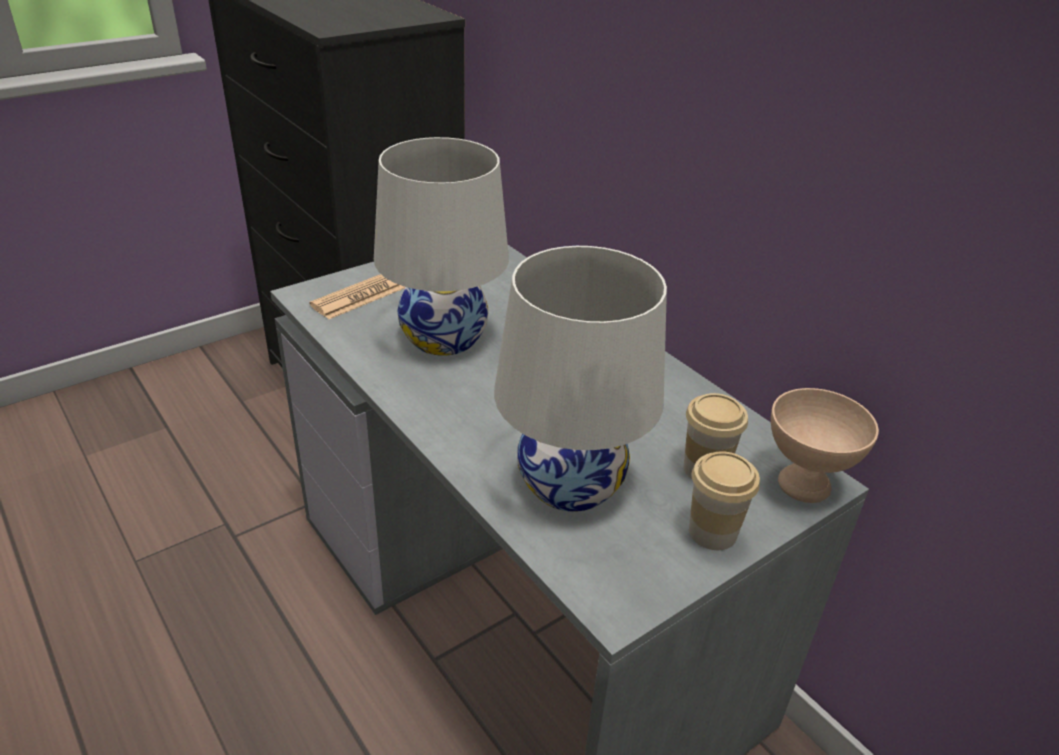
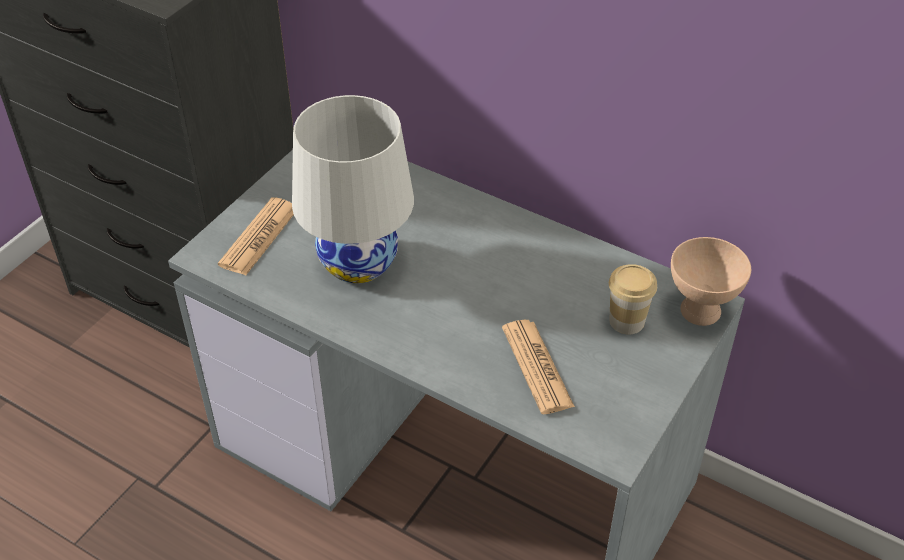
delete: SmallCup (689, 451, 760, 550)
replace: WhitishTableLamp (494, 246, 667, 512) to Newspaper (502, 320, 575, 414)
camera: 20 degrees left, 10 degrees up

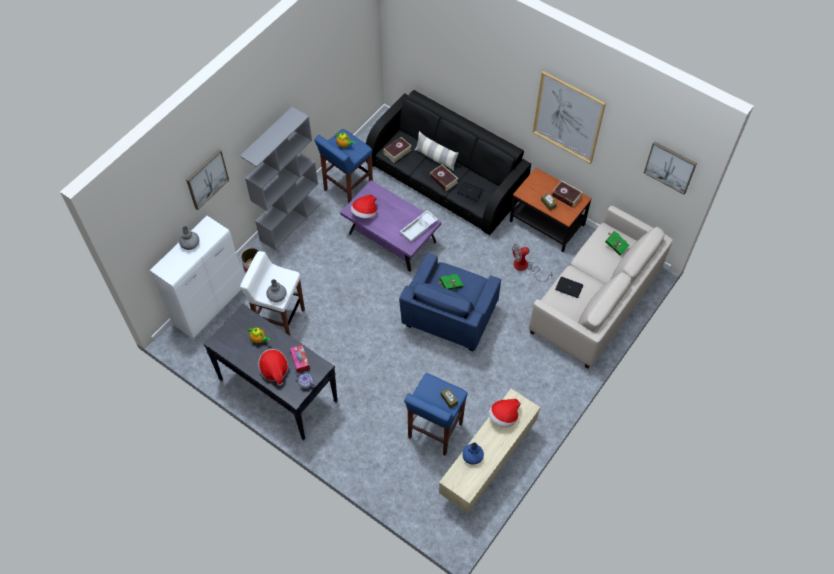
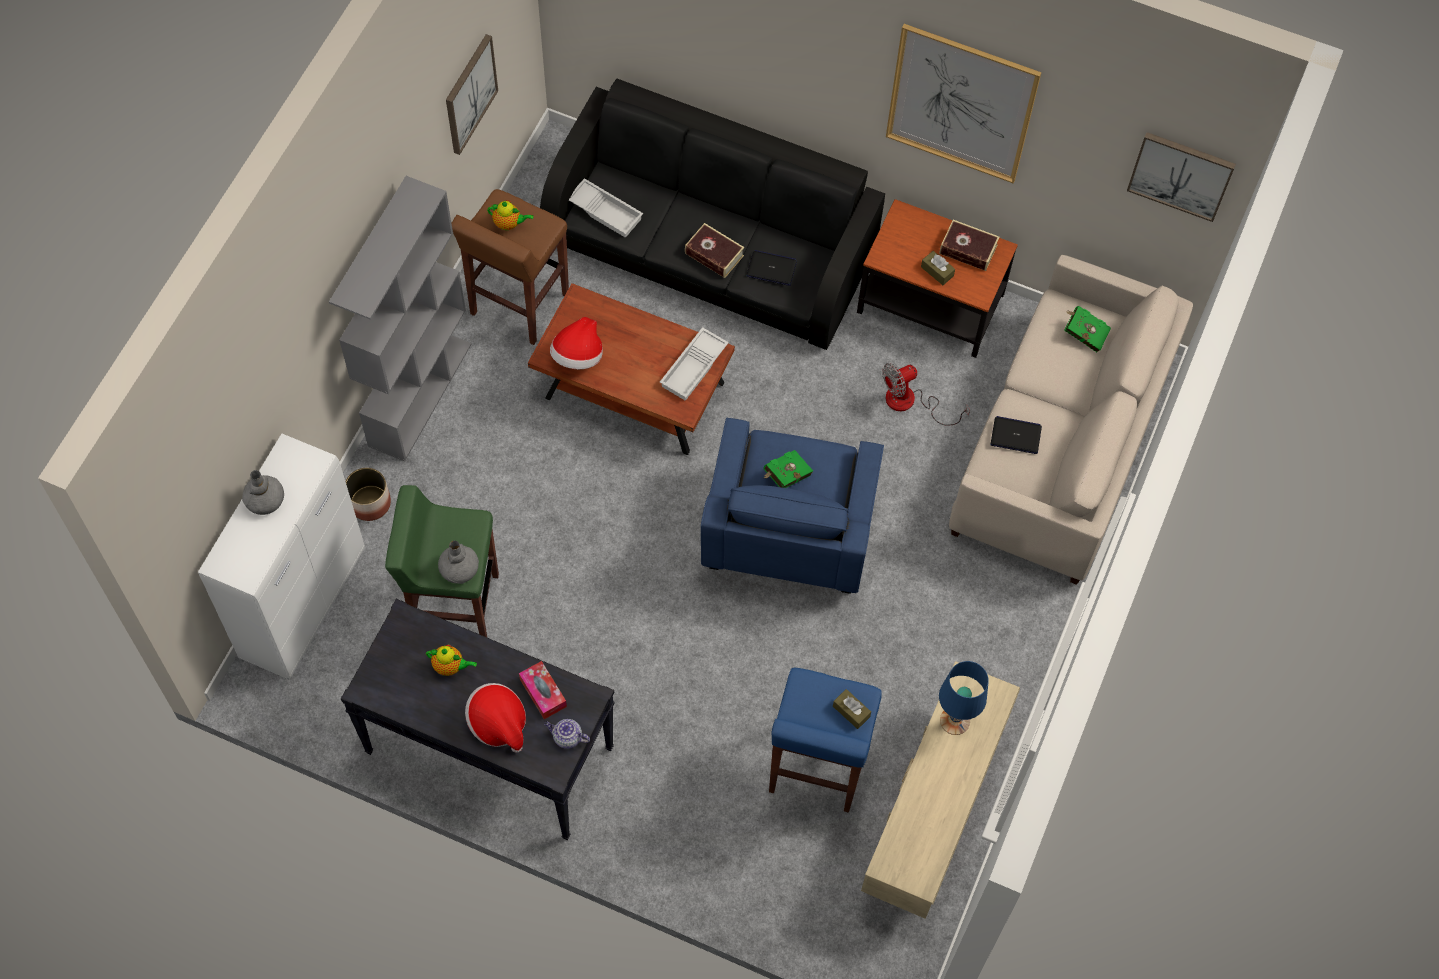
delete: Cushion (415, 131, 459, 171); BluishVase (462, 442, 484, 465)
move: WallPicture (186, 150, 229, 210) to (446, 34, 498, 155)
replace: BoundBook (383, 137, 412, 163) to WhitishTray (569, 178, 643, 238); WearableHat (489, 399, 521, 427) to BluishTableLamp (939, 661, 989, 735)
recolor: BluishStoolSeat (314, 129, 373, 203) to BrownishStoolSeat (452, 189, 569, 345); PurpleColouredCoffeeTable (340, 180, 441, 272) to BrownishCoffeeTable (528, 283, 735, 455); WhitishStoolSeat (240, 251, 305, 336) to GreenColouredStoolSeat (385, 485, 499, 637)
camera: 15 degrees left, 5 degrees up

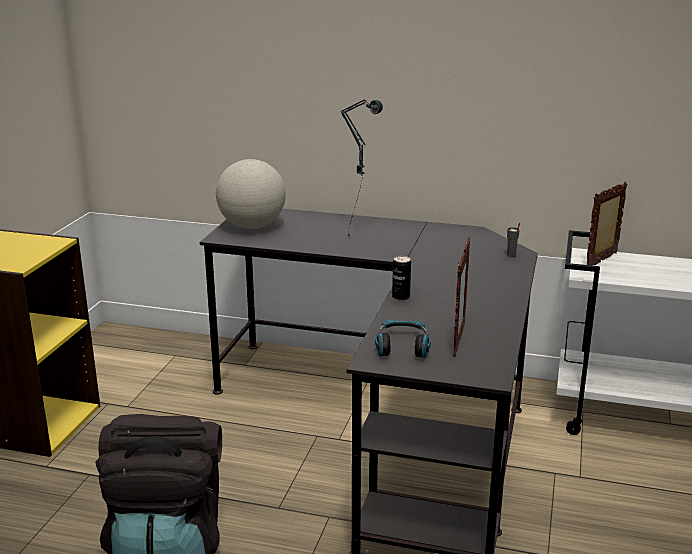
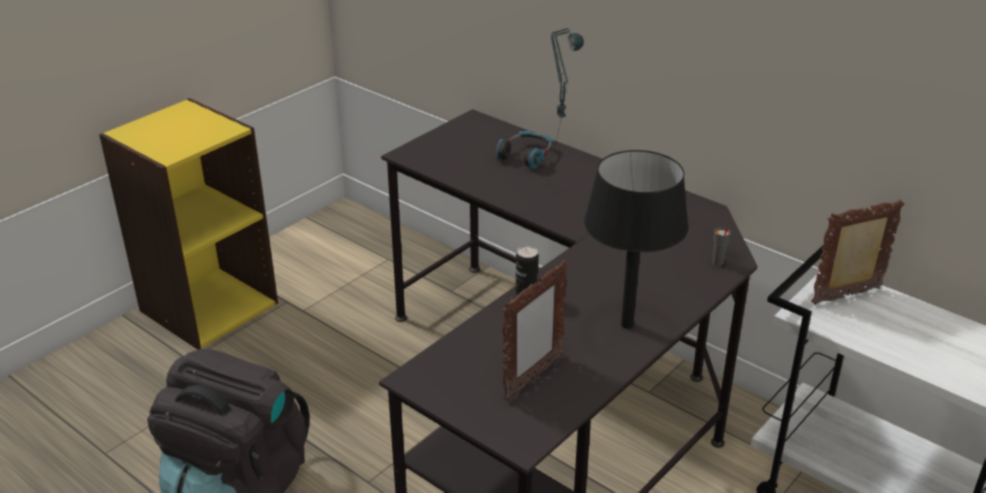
delete: Globe (216, 159, 286, 229)
insert: BlackTableLamp (584, 150, 689, 329)
move: PairOfHeadphones (375, 319, 431, 358) to (496, 131, 553, 169)
camera: 25 degrees right, 10 degrees up

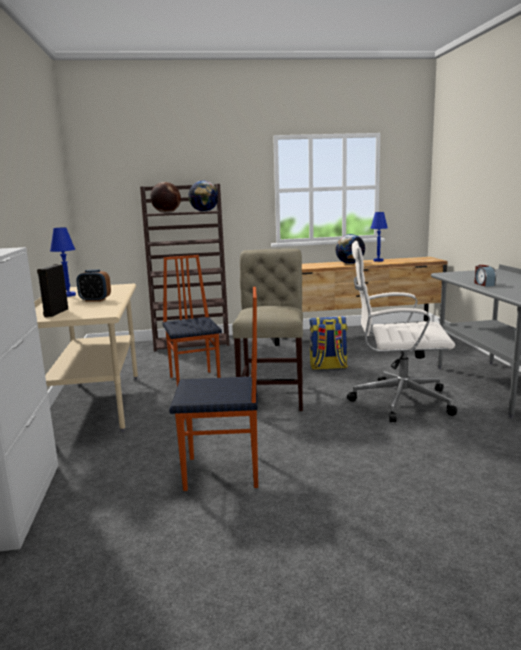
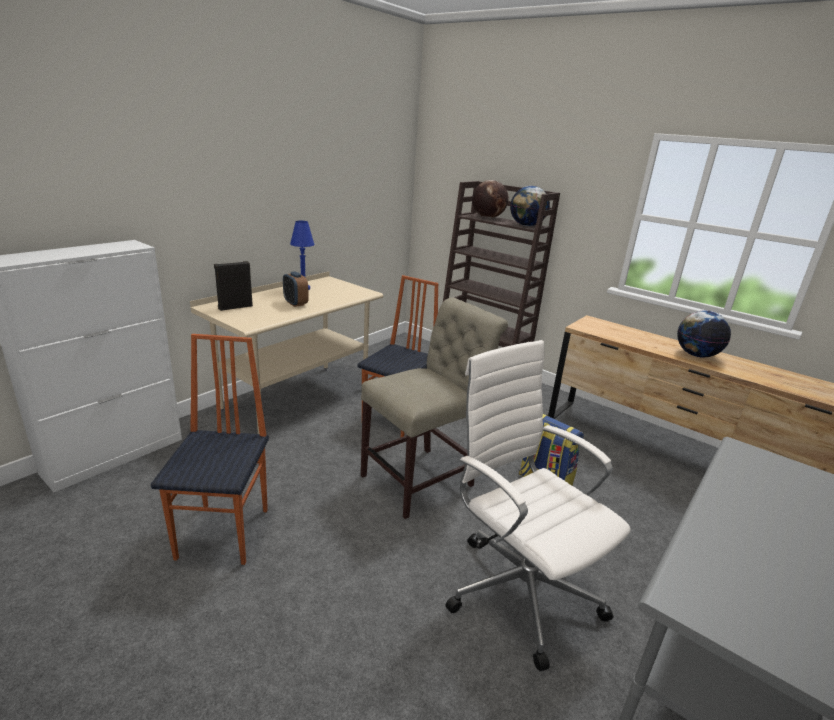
delete: BluishTableLamp (371, 212, 388, 262); AlarmClock (474, 265, 496, 287)
rotate: Chair (169, 287, 258, 491) = (151, 334, 269, 565) 135 degrees counterclockwise
camera: 45 degrees right, 10 degrees up

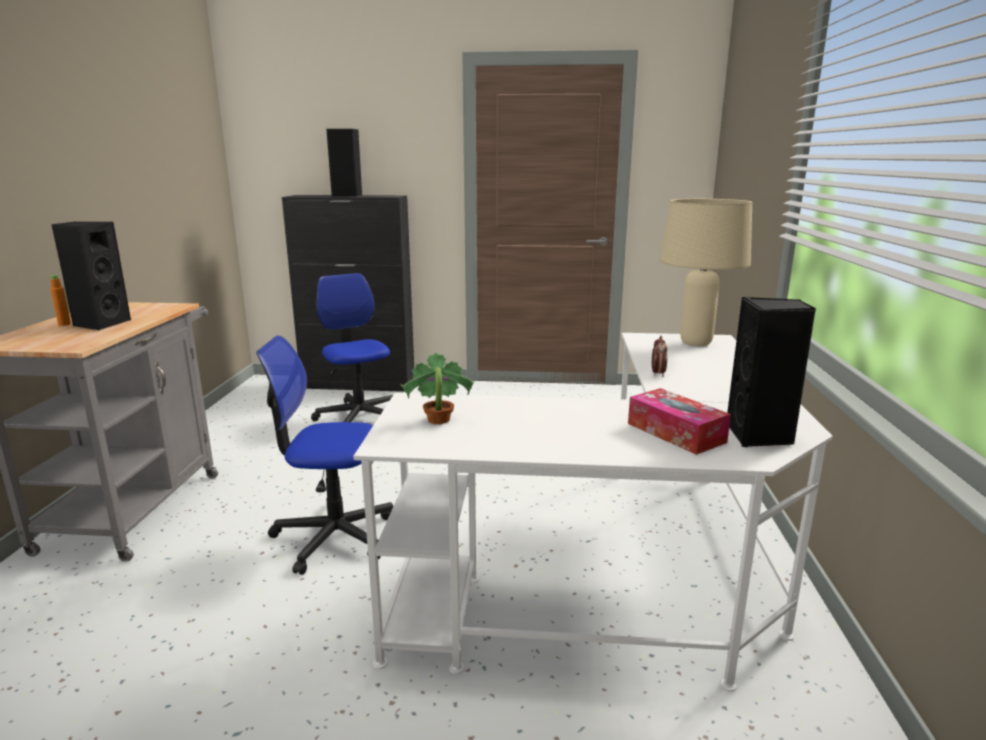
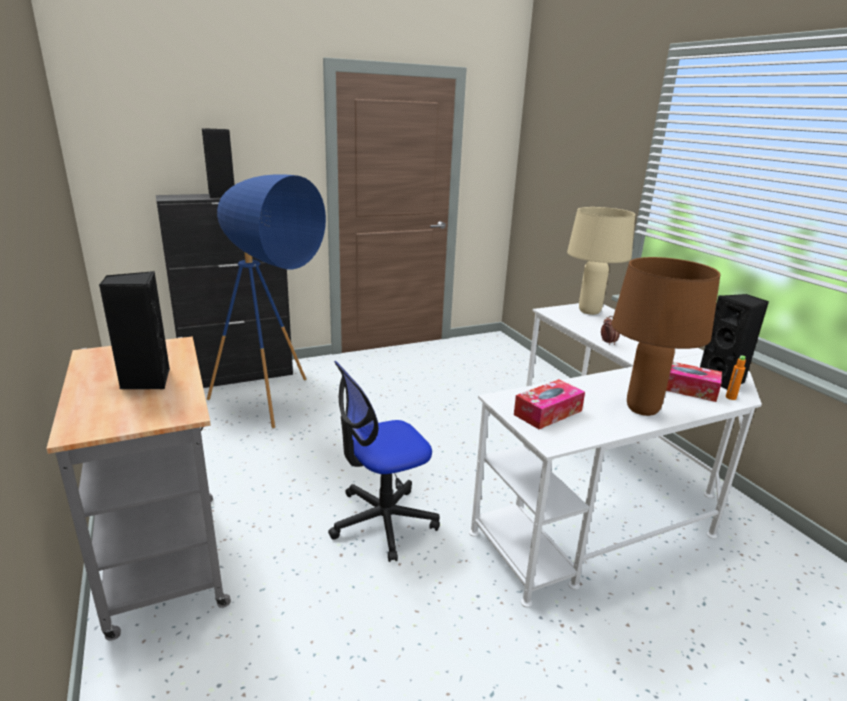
insert: BrownishTableLamp (611, 257, 720, 416)
move: OrangeBottle (49, 275, 71, 326) to (726, 355, 746, 400)
replace: ComputerChair (311, 273, 393, 422) to BluishFloorLamp (207, 174, 326, 429); PottedPlant (400, 353, 475, 424) to TissueBox (514, 379, 585, 429)
camera: 30 degrees left, 5 degrees up

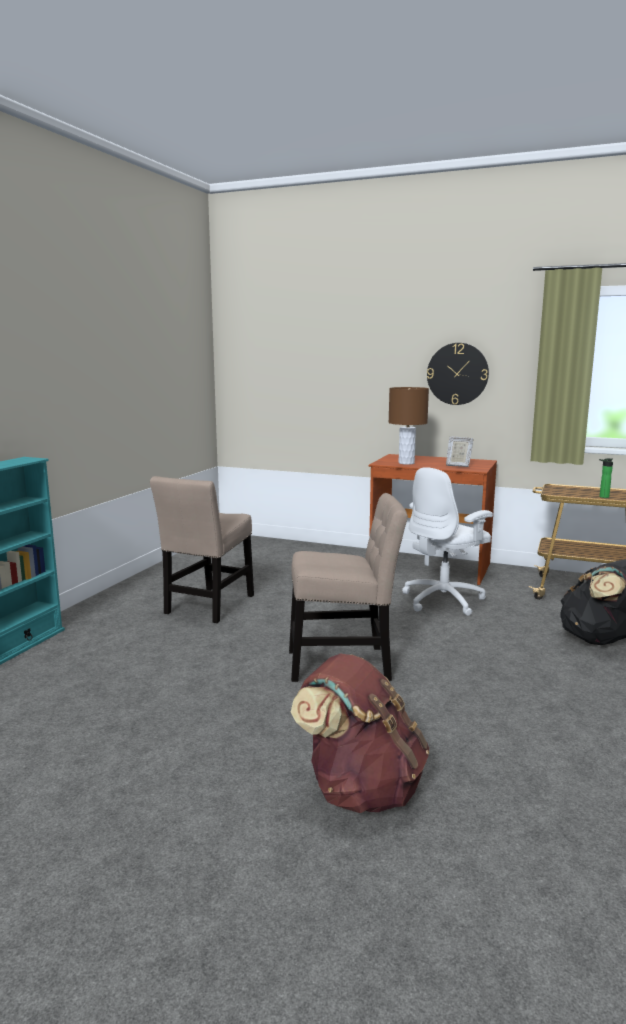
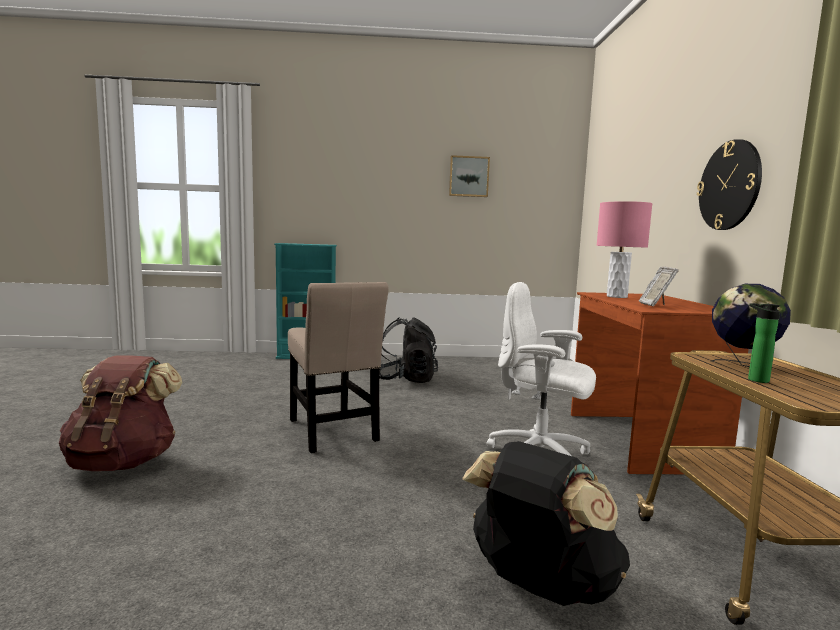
insert: WallPicture (449, 155, 490, 197); Globe (711, 284, 791, 367)
replace: BeigeColouredChair (150, 476, 254, 623) to BlackBackpack (379, 318, 438, 383)
recolor: BrownishTableLamp (388, 387, 429, 465) to PinkColouredTableLamp (596, 201, 652, 298)
camera: 65 degrees right, 5 degrees down

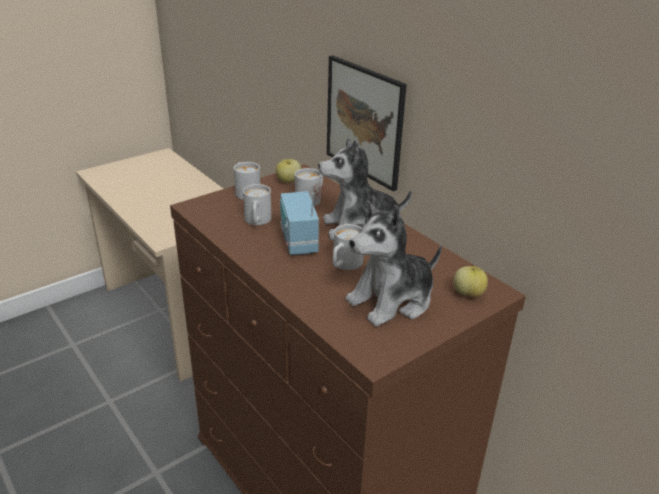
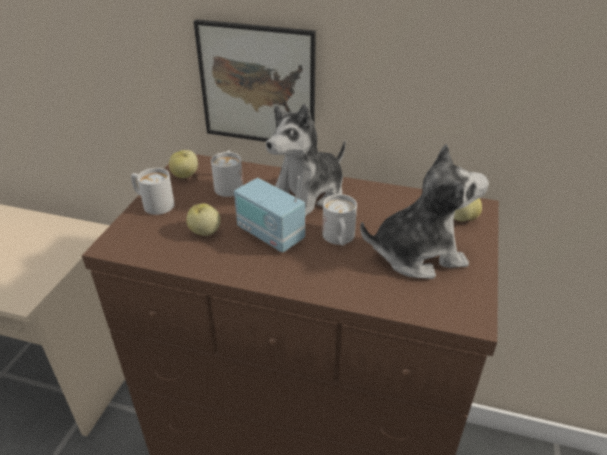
replace: WhitishTeaMug (243, 184, 271, 225) to AppleFruit (186, 203, 221, 236)
rotate: PlushToy (345, 201, 442, 327) = (360, 144, 489, 279) 120 degrees counterclockwise
camera: 35 degrees left, 5 degrees up

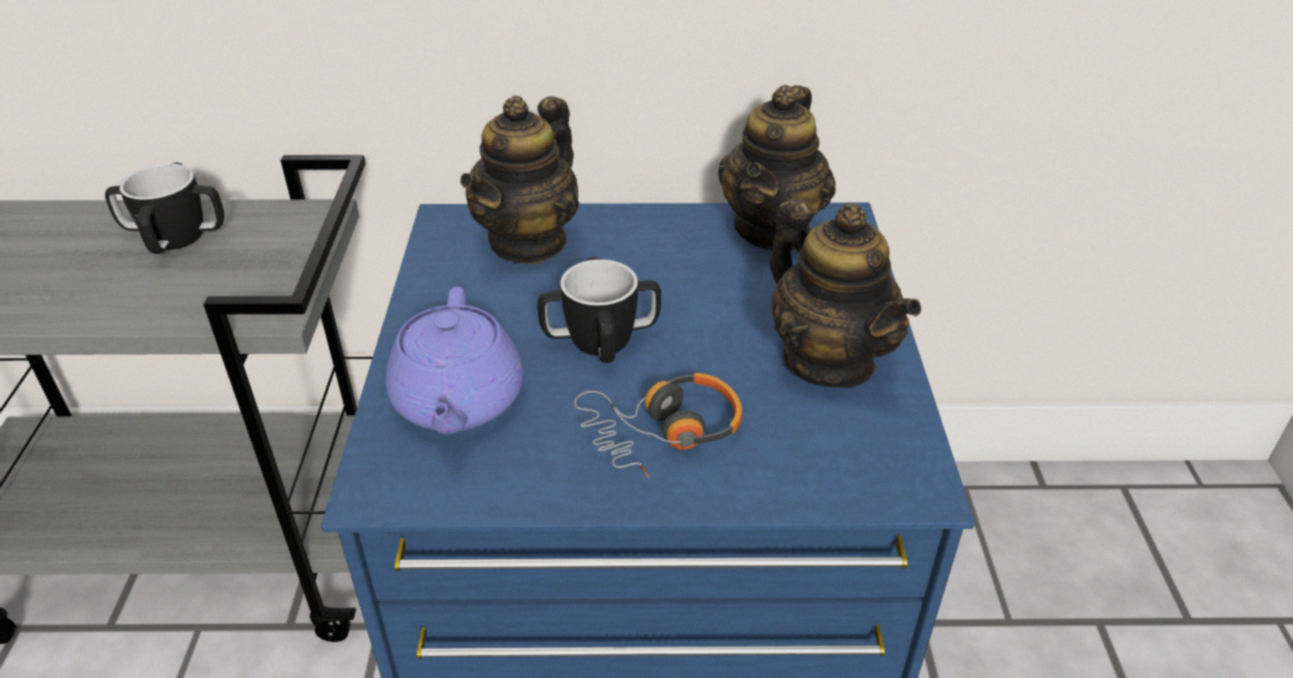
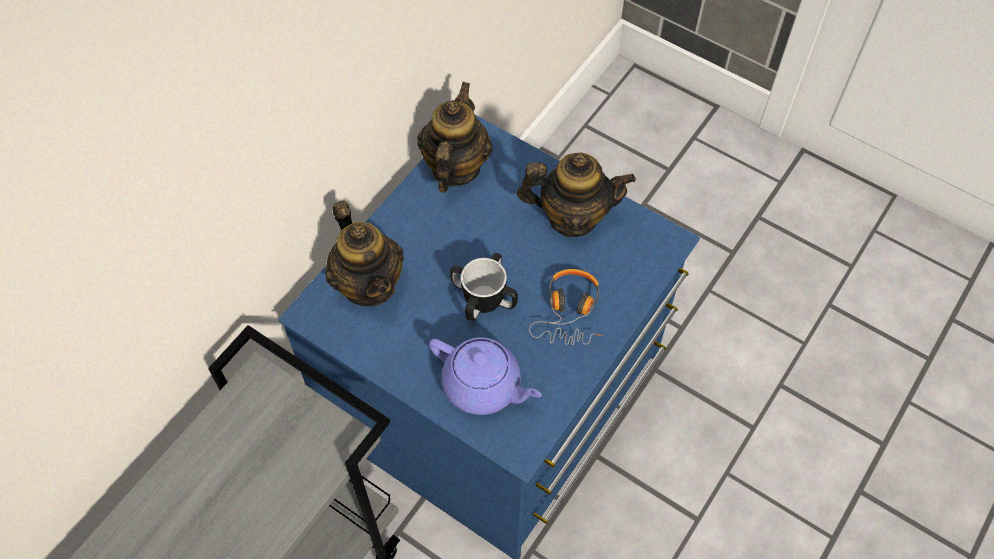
delete: TeaMug (105, 163, 224, 254)
rotate: Teapot (718, 85, 836, 251) = (417, 82, 492, 193) 135 degrees counterclockwise
camera: 55 degrees left, 20 degrees up

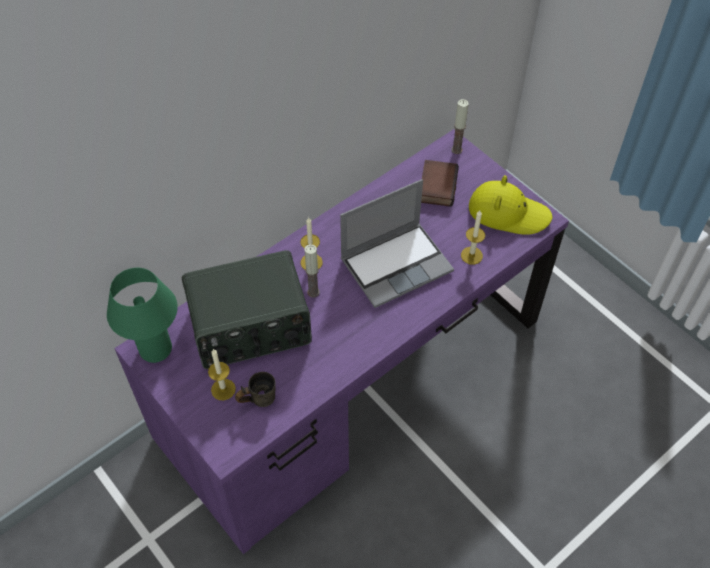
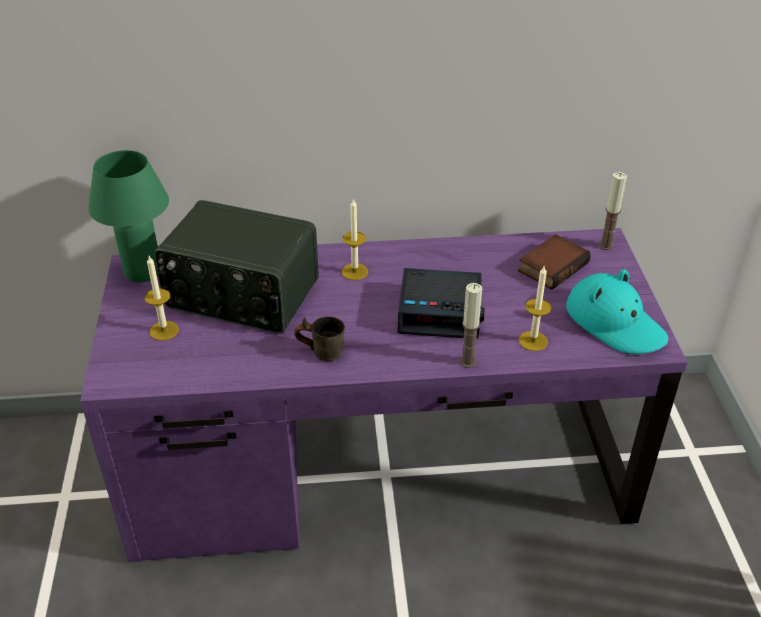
move: WaxLight (304, 244, 320, 298) to (460, 283, 482, 368); GreyTeaMug (235, 372, 276, 407) to (294, 317, 345, 361)
replace: PortableComputer (340, 179, 454, 308) to AlarmClock (398, 268, 485, 339)
recolor: YellowishWearableHat (469, 175, 552, 235) to BlueGreenWearableHat (566, 269, 668, 354)
camera: 35 degrees right, 15 degrees down

